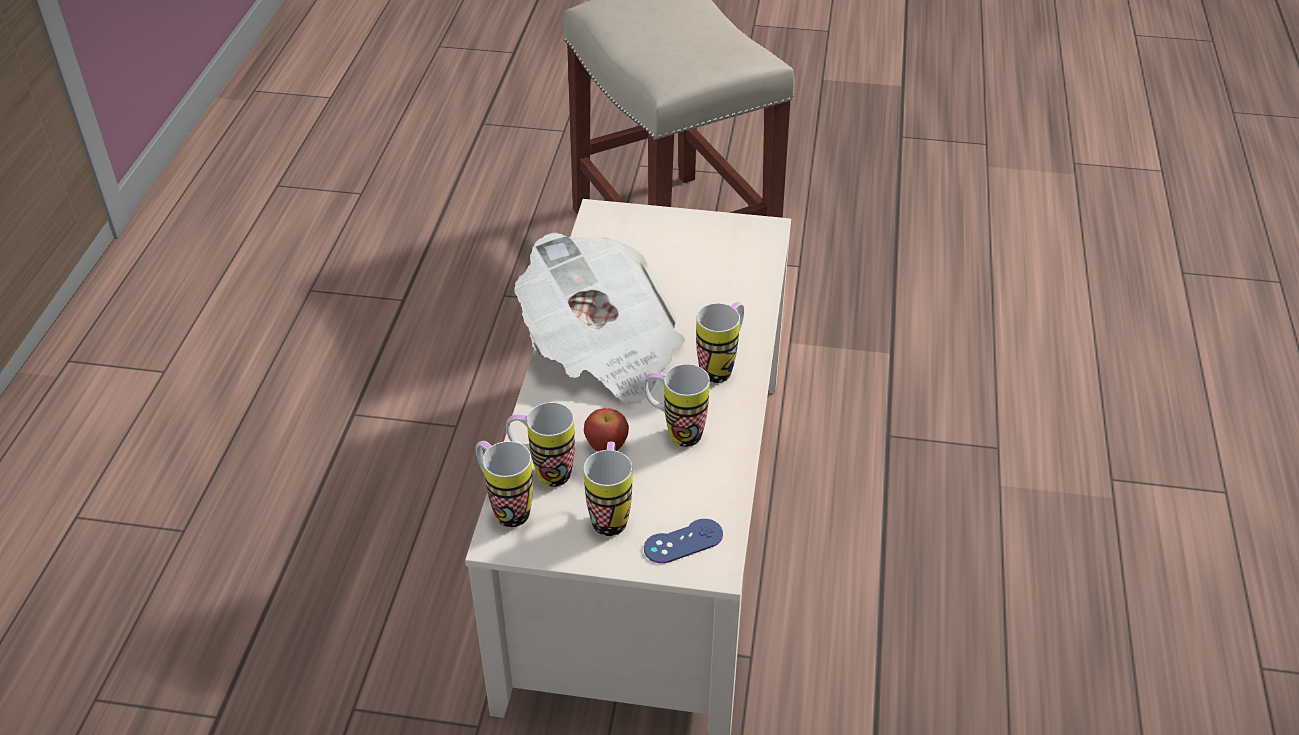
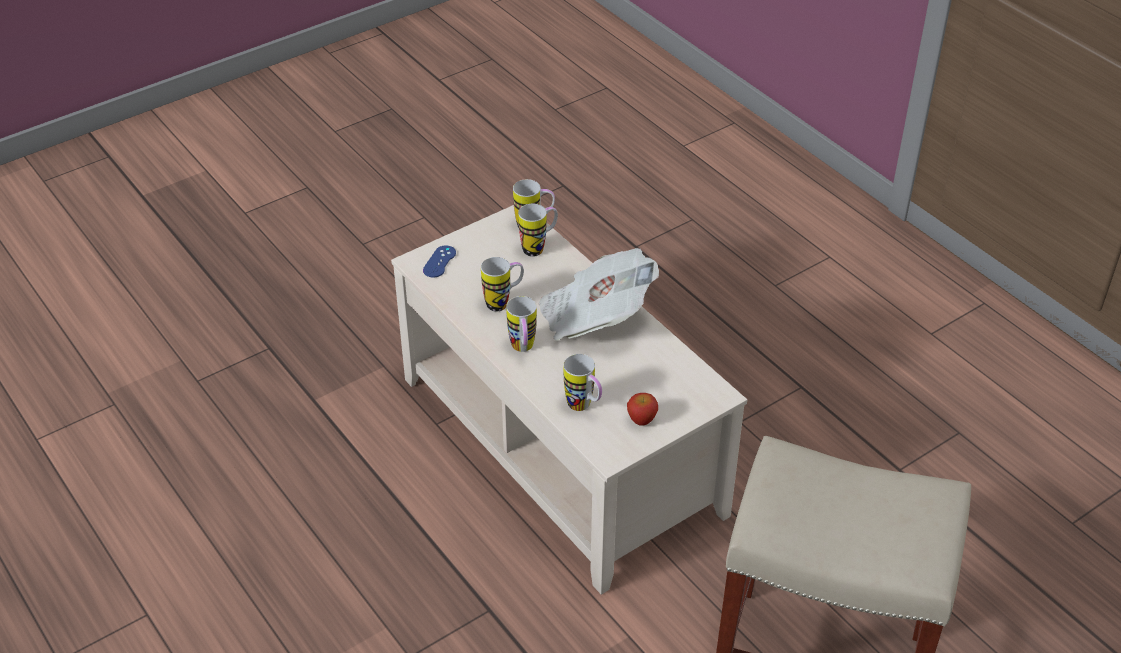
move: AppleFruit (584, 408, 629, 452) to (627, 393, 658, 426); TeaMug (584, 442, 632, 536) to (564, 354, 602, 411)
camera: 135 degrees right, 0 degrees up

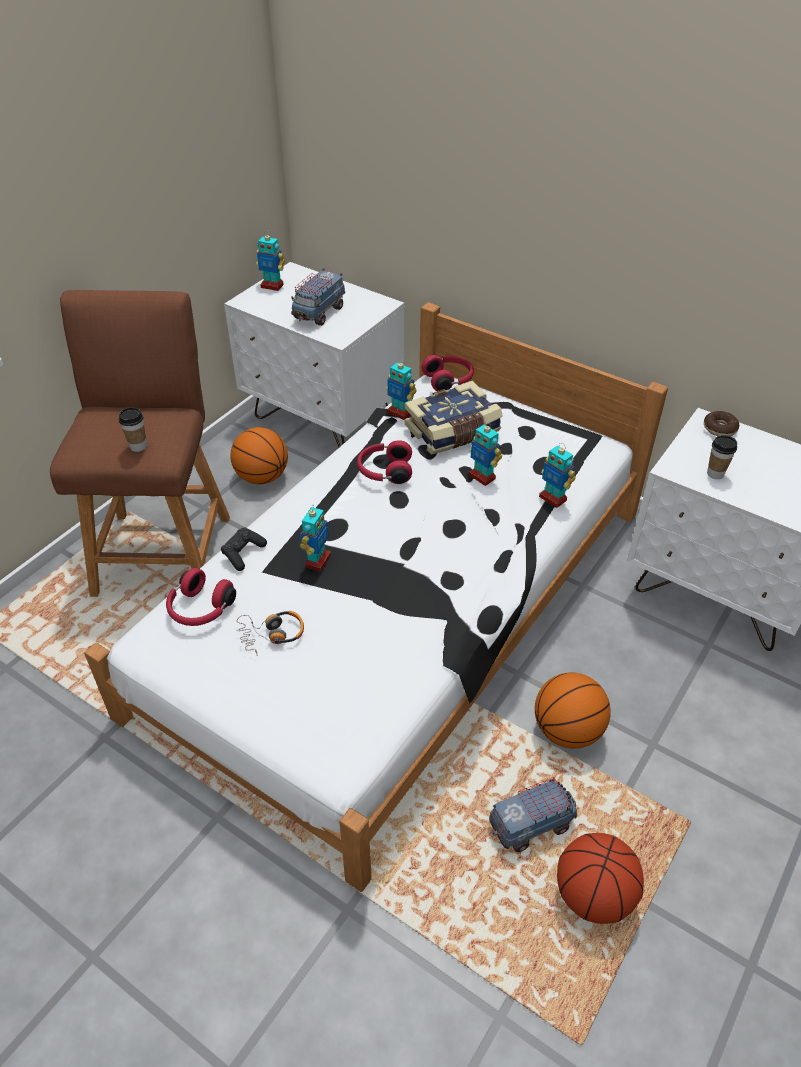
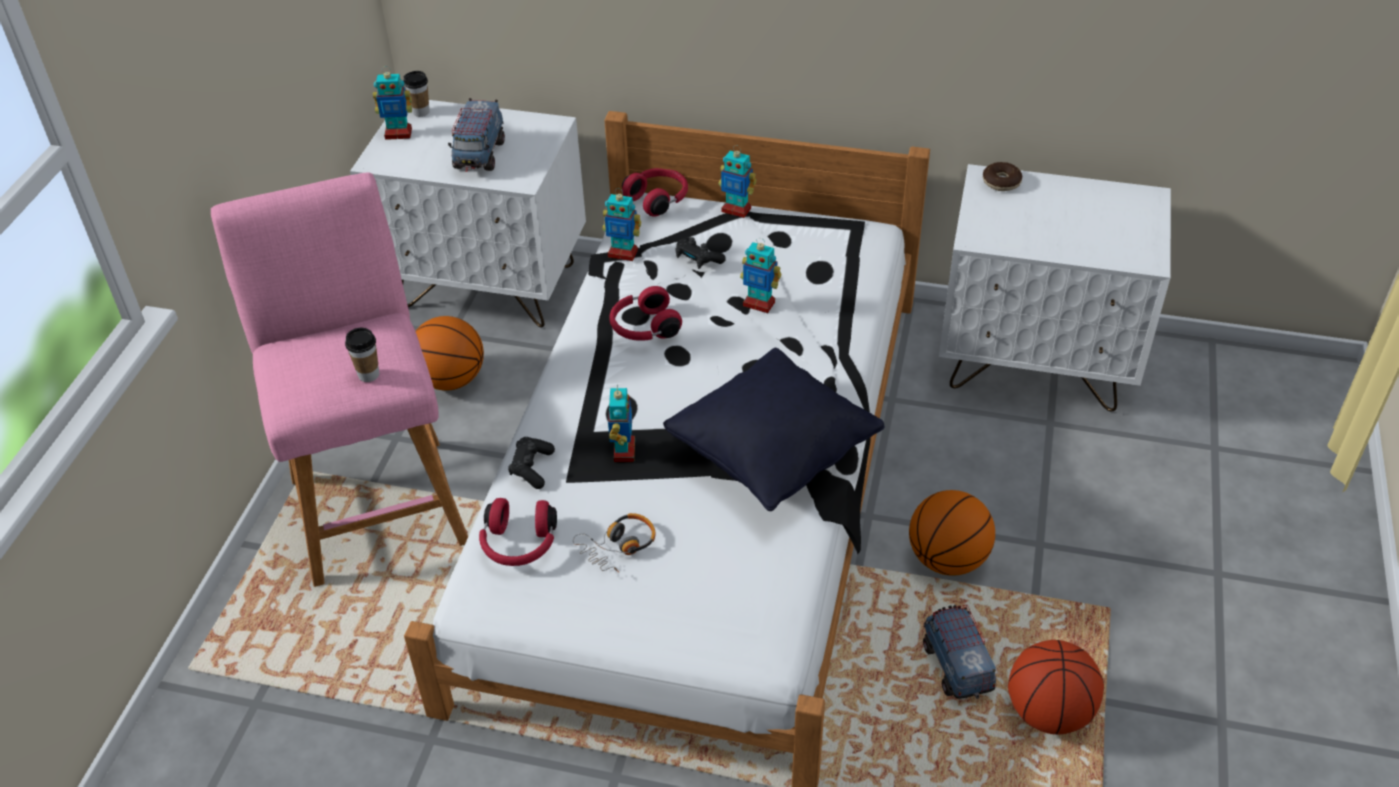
insert: BlackCushion (663, 348, 885, 511)
move: SmallCup (707, 435, 737, 479) to (404, 71, 430, 117); ToyRobot (539, 444, 576, 508) to (718, 145, 757, 218)
replace: BoundBook (405, 381, 503, 455) to BlackGamepad (675, 237, 726, 269)
recolor: BrownishStoolSeat (50, 290, 230, 597) to PinkColouredStoolSeat (211, 172, 468, 587)
rotate: ModelTruck (489, 777, 577, 852) = (923, 605, 996, 699) 60 degrees counterclockwise
camera: 20 degrees left, 0 degrees up

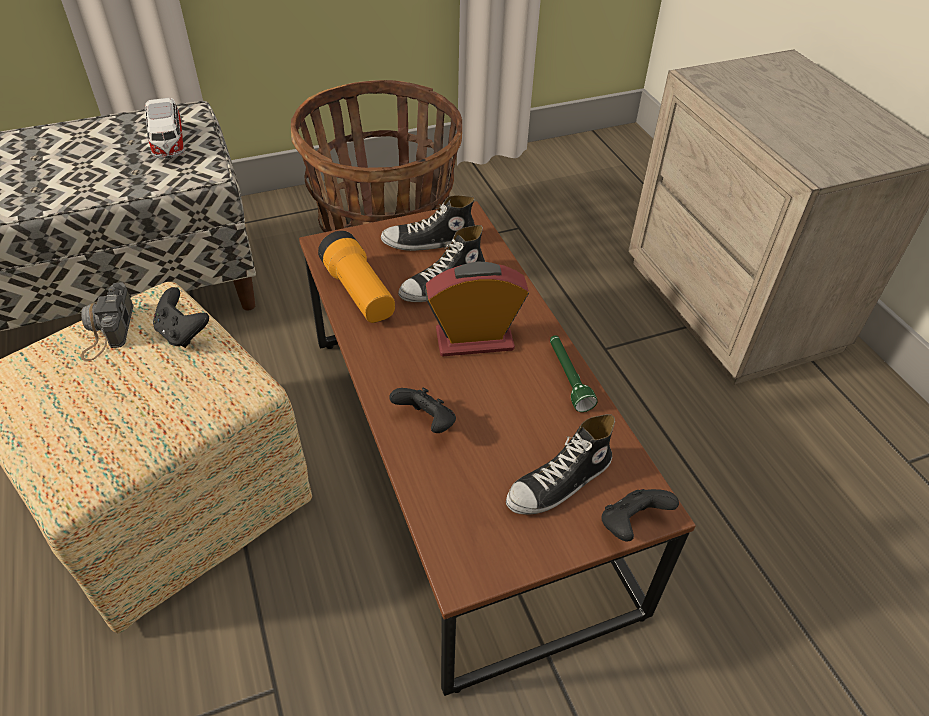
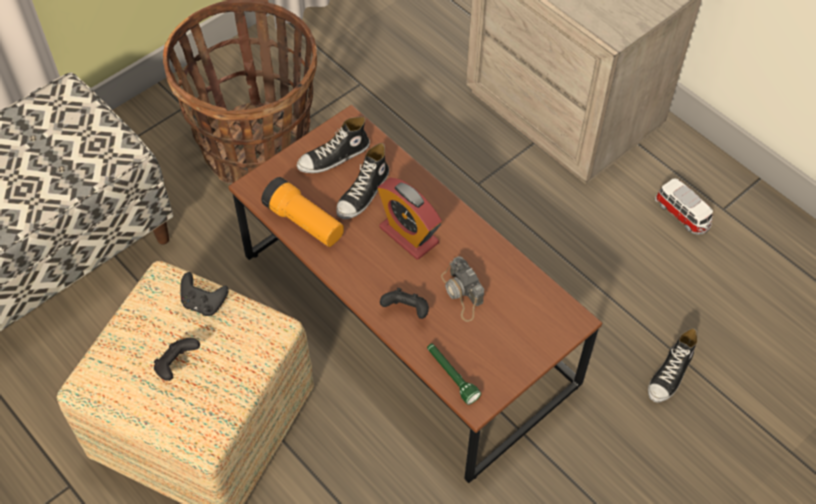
move: MiniatureCar (145, 98, 185, 159) to (655, 179, 713, 235); StillCamera (80, 282, 134, 361) to (441, 256, 484, 322); GreenColouredHandTorch (550, 335, 598, 412) to (427, 344, 481, 405); Shoe (506, 414, 615, 515) to (648, 328, 698, 403); BlackGamepad (601, 489, 679, 542) to (154, 338, 200, 381)
rotate: AlarmClock (425, 262, 529, 357) = (378, 178, 442, 260) 105 degrees counterclockwise
camera: 20 degrees left, 10 degrees up

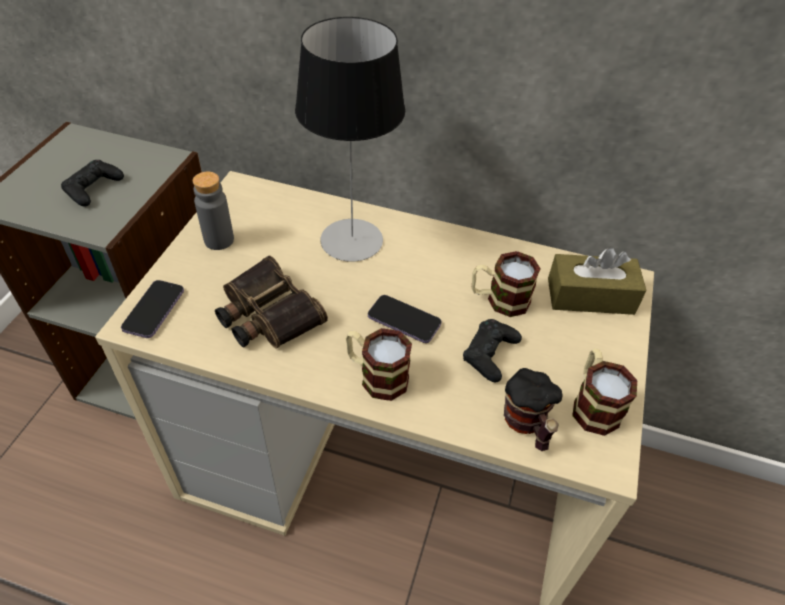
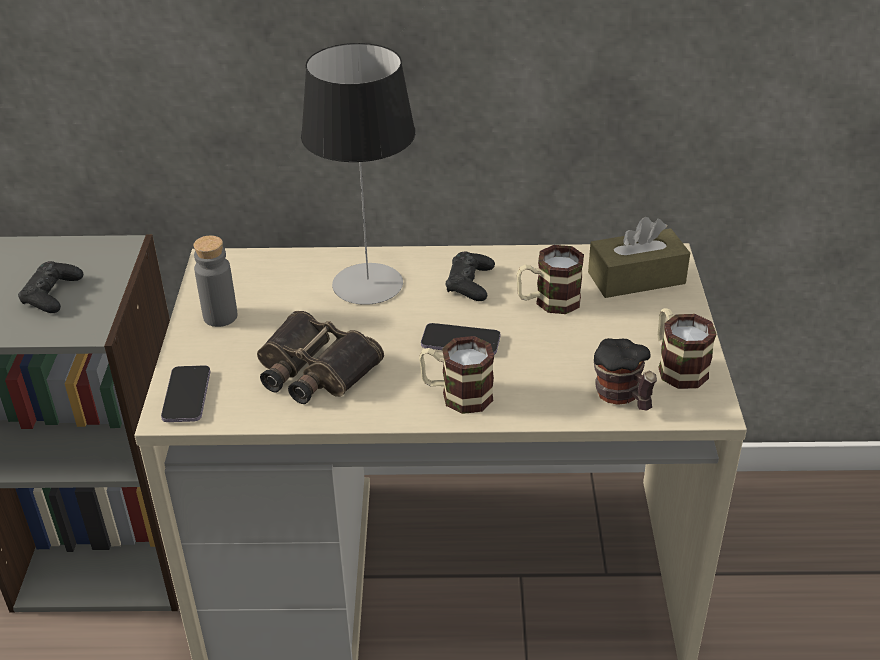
move: BlackGamepad (463, 319, 522, 382) to (446, 251, 495, 301)
camera: 15 degrees left, 10 degrees down

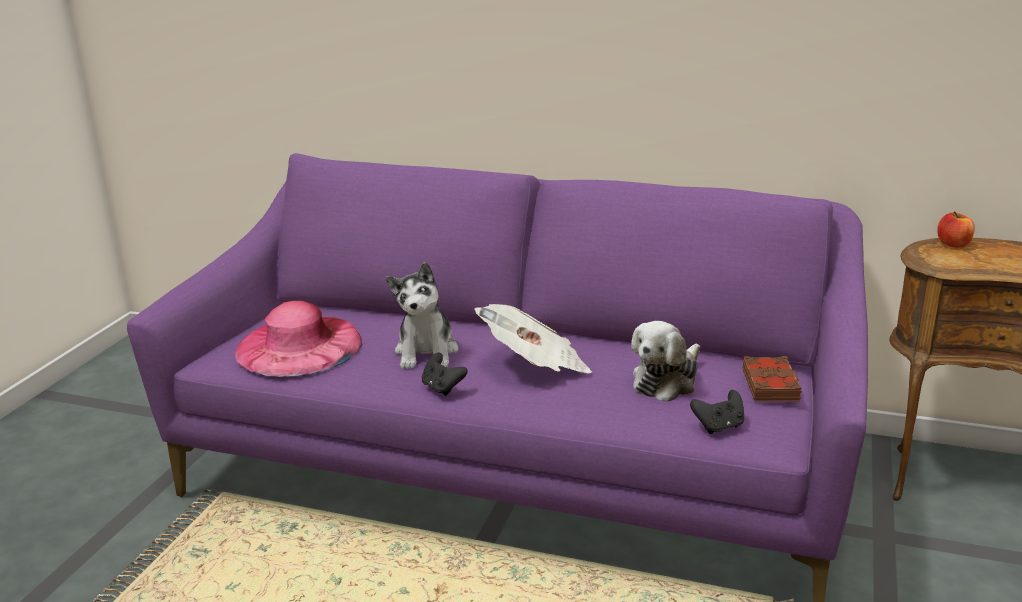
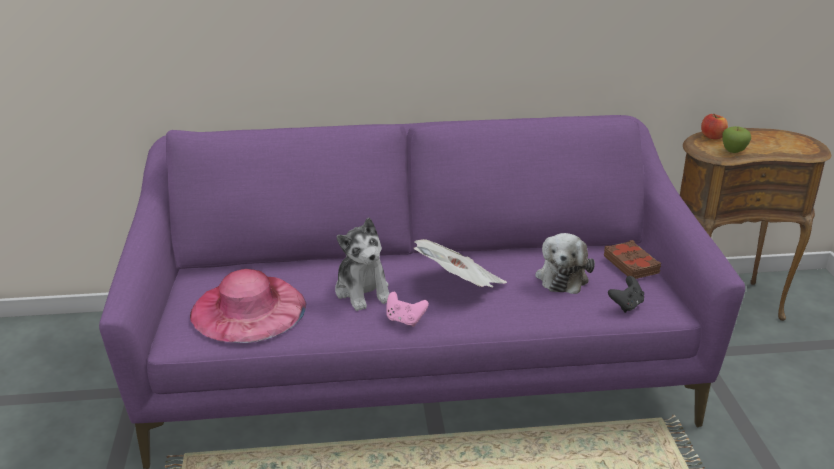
insert: AppleFruit (722, 126, 751, 153)
recolor: BlackGamepad (422, 353, 468, 396) to PinkColouredGamepad (386, 291, 429, 327)
camera: 25 degrees left, 5 degrees up

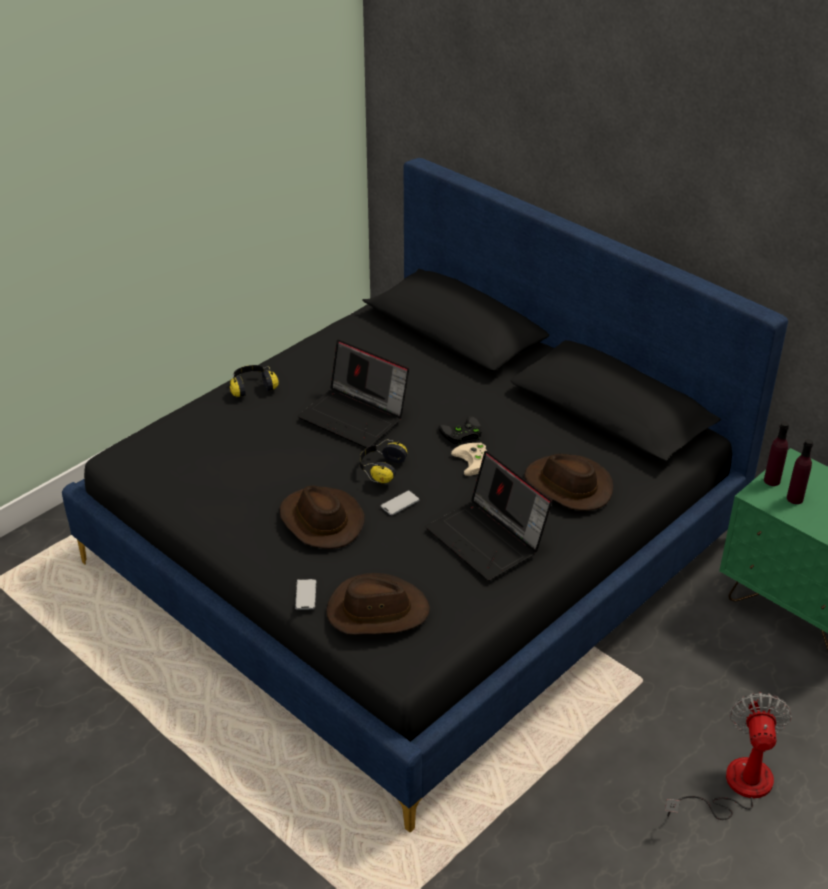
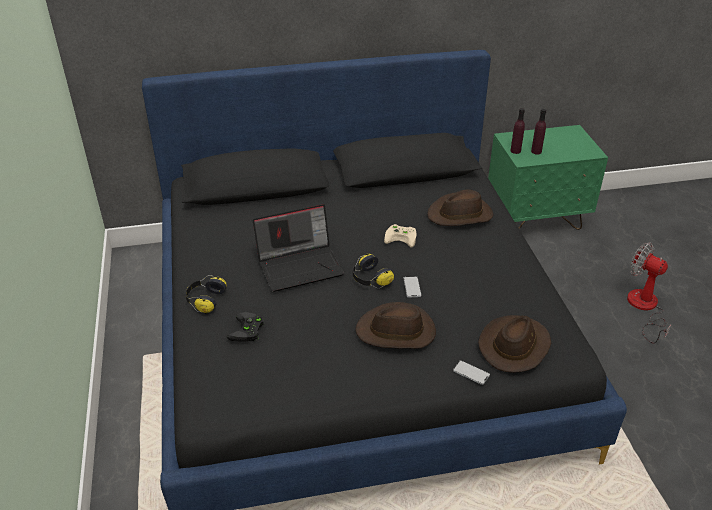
delete: PortableComputer (426, 451, 552, 581)
move: BlackGamepad (439, 416, 482, 445) to (227, 312, 264, 342)
camera: 55 degrees left, 0 degrees up

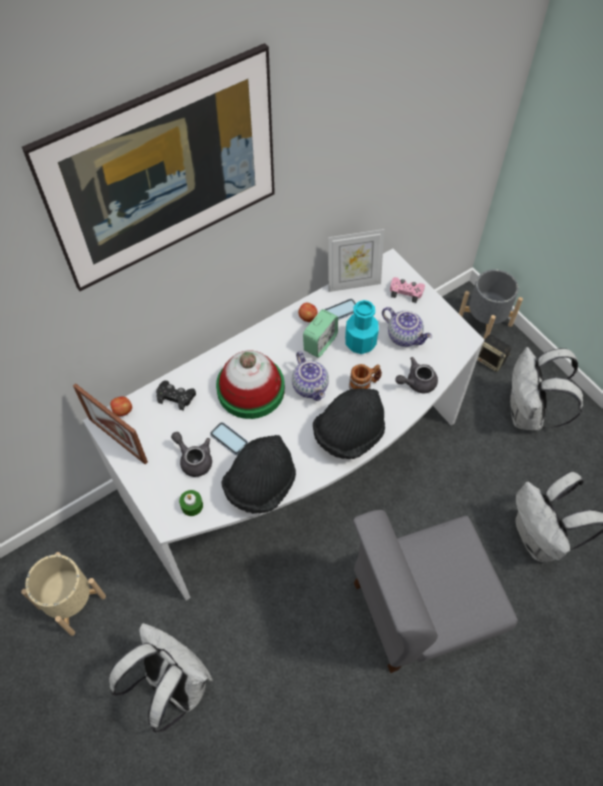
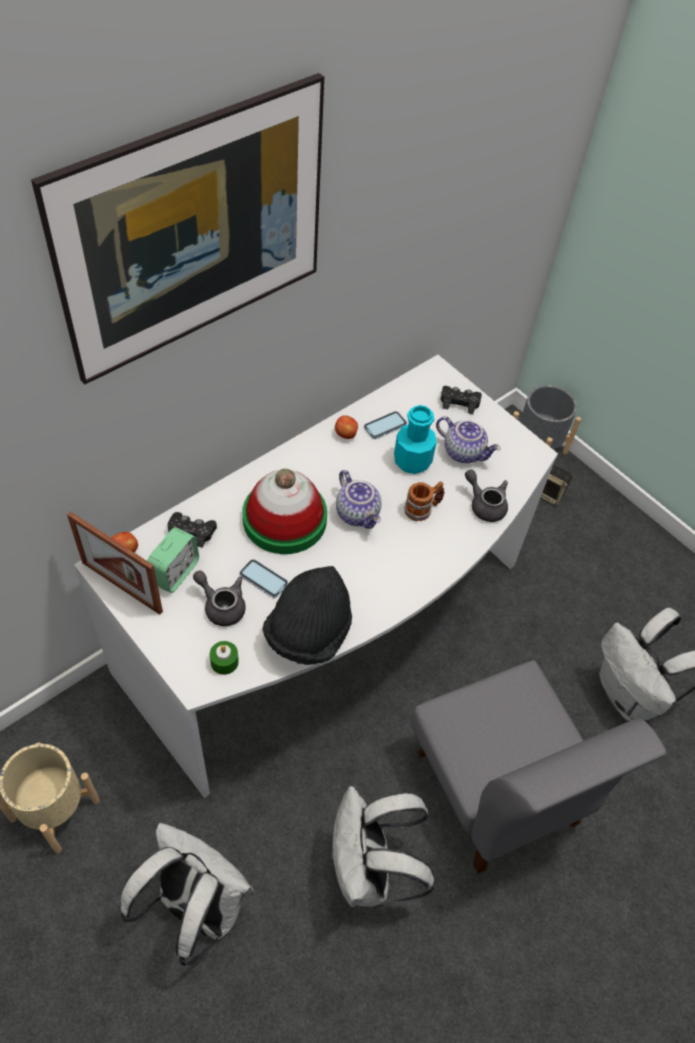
delete: PictureFrame (328, 229, 384, 292); BlackWearableHat (313, 388, 385, 459)
move: AlarmClock (303, 309, 338, 358) to (147, 527, 199, 593); WhitishBackpack (510, 347, 583, 431) to (331, 786, 435, 907)
recolor: PinkColouredGamepad (390, 277, 425, 303) to BlackGamepad (441, 386, 482, 414)
rotate: GreyTeapot (395, 357, 438, 393) = (465, 470, 508, 522) 75 degrees clockwise; GreyChair (353, 510, 518, 673) = (410, 660, 666, 874) 90 degrees counterclockwise
camera: 10 degrees left, 5 degrees down

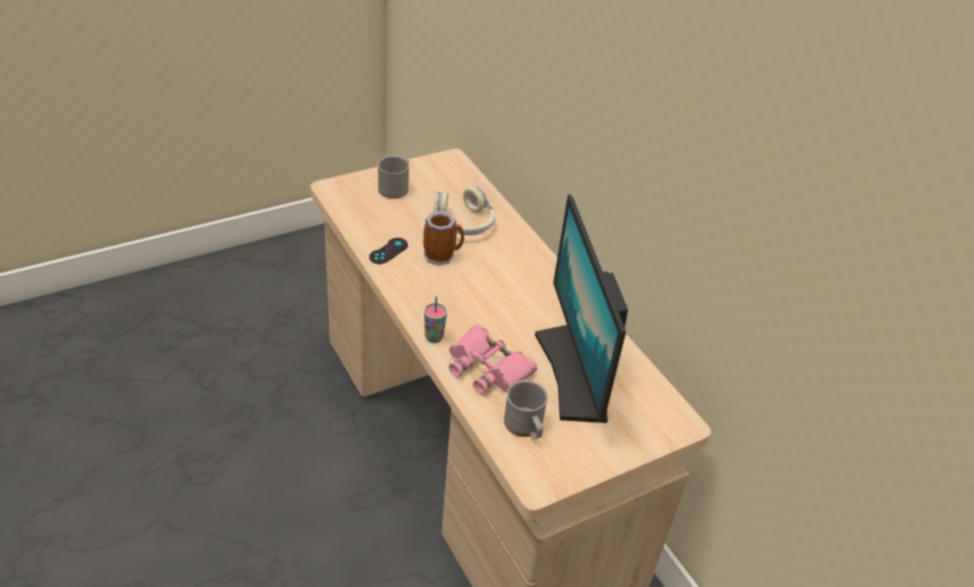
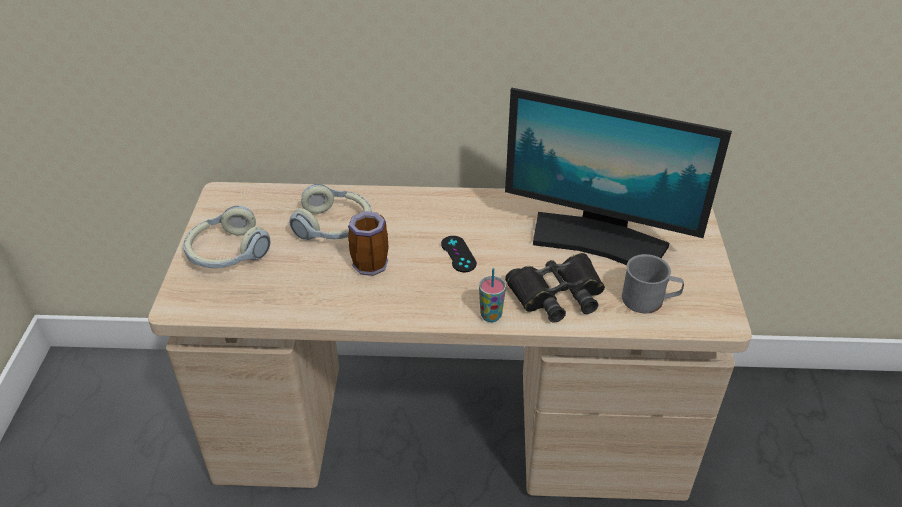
move: BlackGamepad (369, 238, 408, 264) to (441, 236, 477, 272)
replace: GreyTeaMug (378, 156, 410, 199) to PairOfHeadphones (183, 205, 271, 268)
recolor: PinkColouredPairOfBinoculars (449, 324, 537, 394) to BlackPairOfBinoculars (505, 253, 605, 323)
camera: 55 degrees left, 0 degrees up

